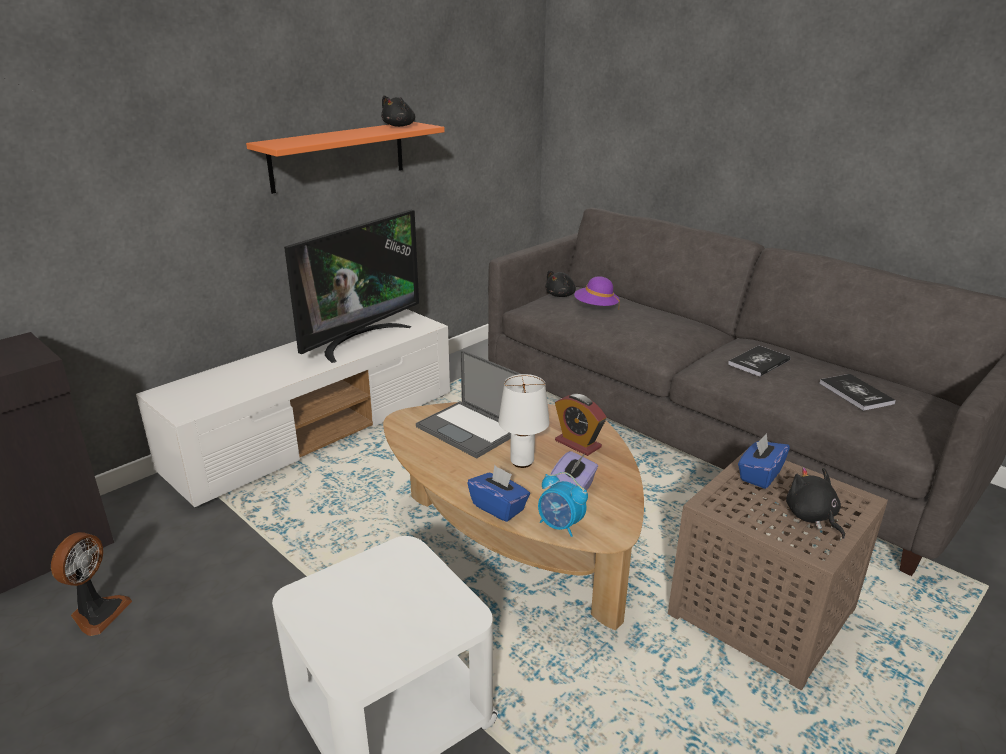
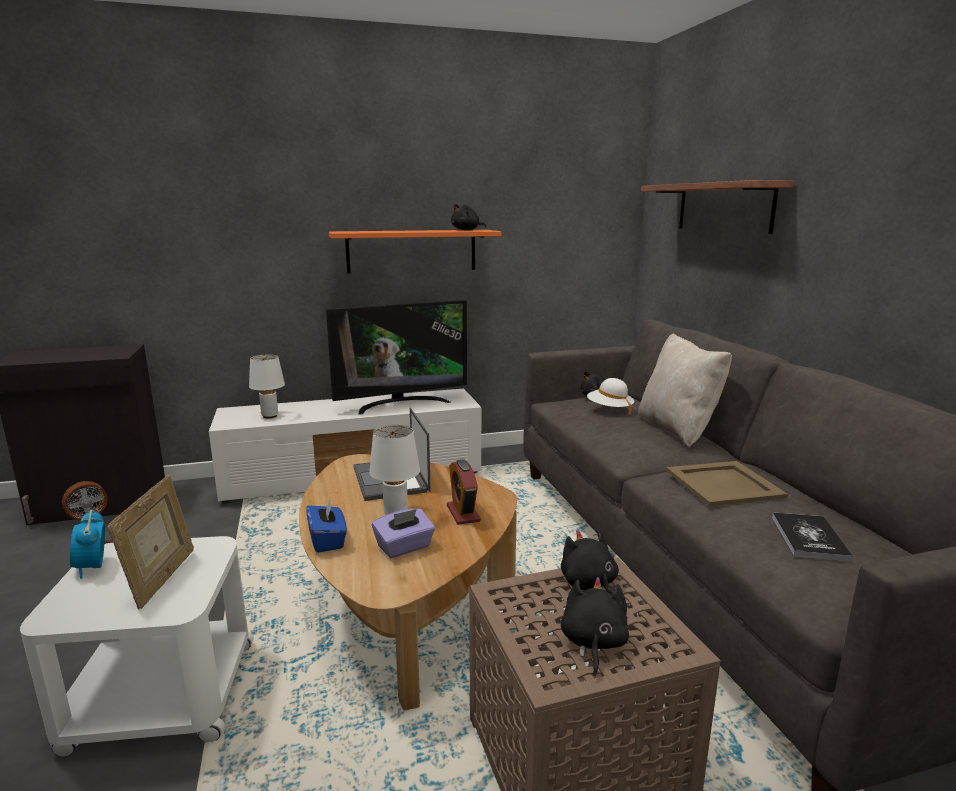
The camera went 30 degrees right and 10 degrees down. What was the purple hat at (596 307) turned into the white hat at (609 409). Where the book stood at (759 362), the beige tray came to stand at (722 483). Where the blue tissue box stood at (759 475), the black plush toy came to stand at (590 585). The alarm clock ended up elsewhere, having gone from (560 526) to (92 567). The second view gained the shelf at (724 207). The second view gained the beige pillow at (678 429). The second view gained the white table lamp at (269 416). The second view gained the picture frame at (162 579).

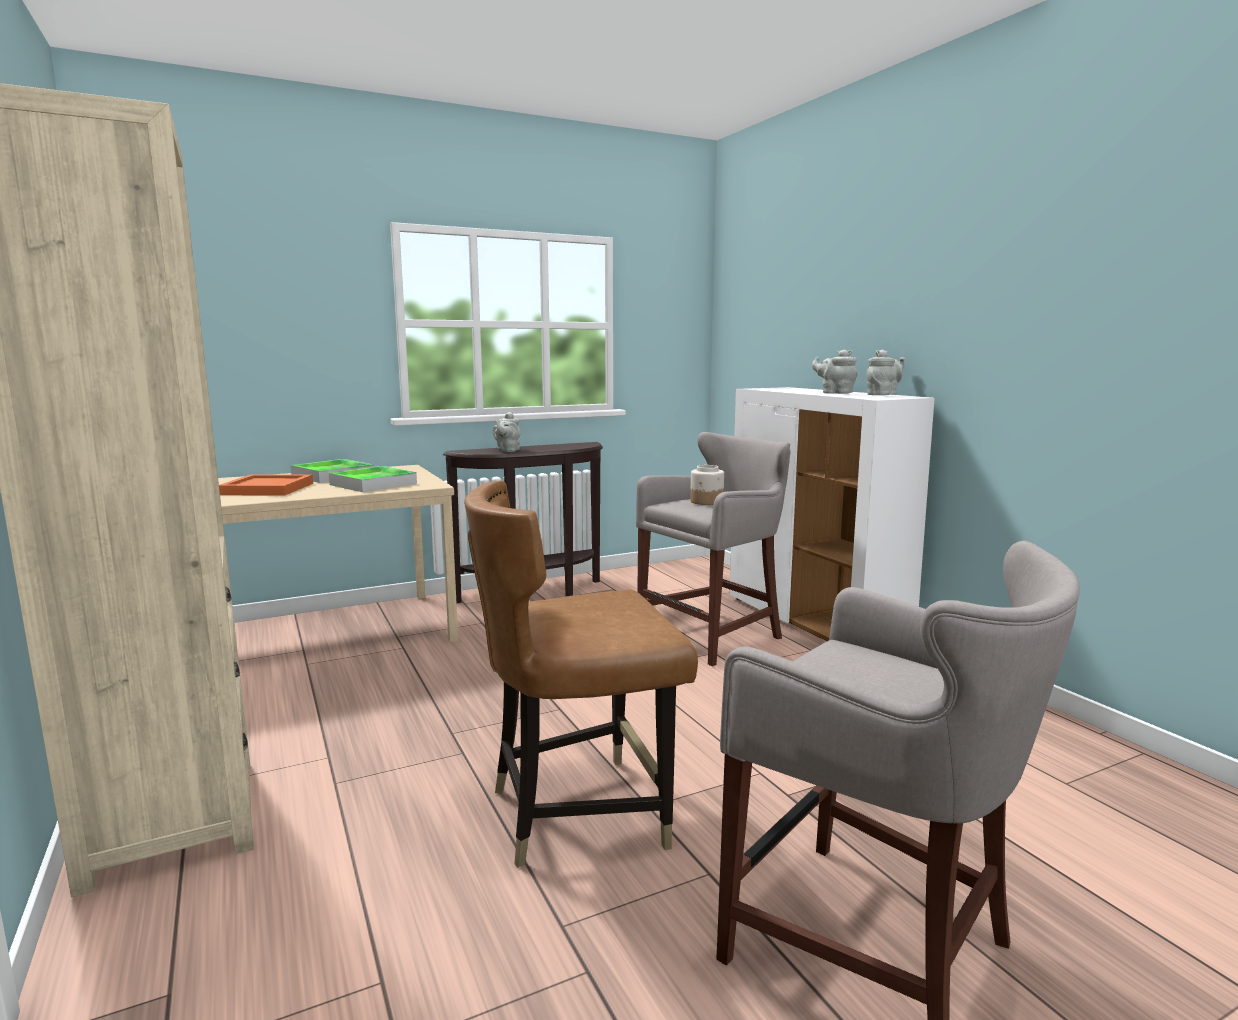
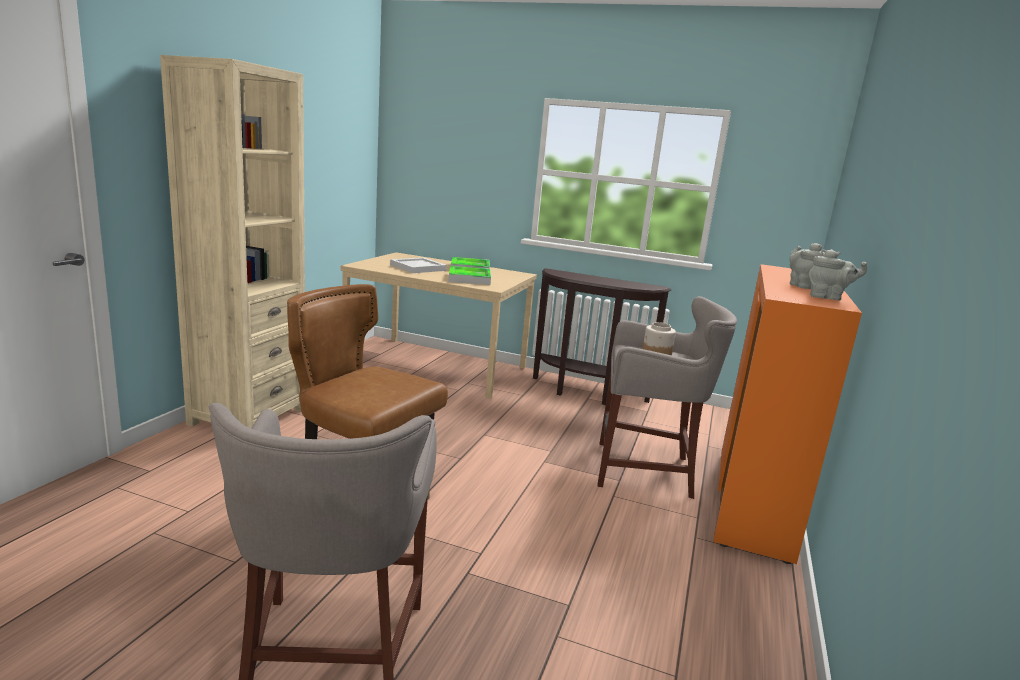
The camera went 45 degrees right and 5 degrees up. What was the white cabinet at (815 622) turned into the orange cabinet at (753 504). The second view lost the grey teapot at (507 450). What was the orange tray at (266 489) turned into the white tray at (418 267).

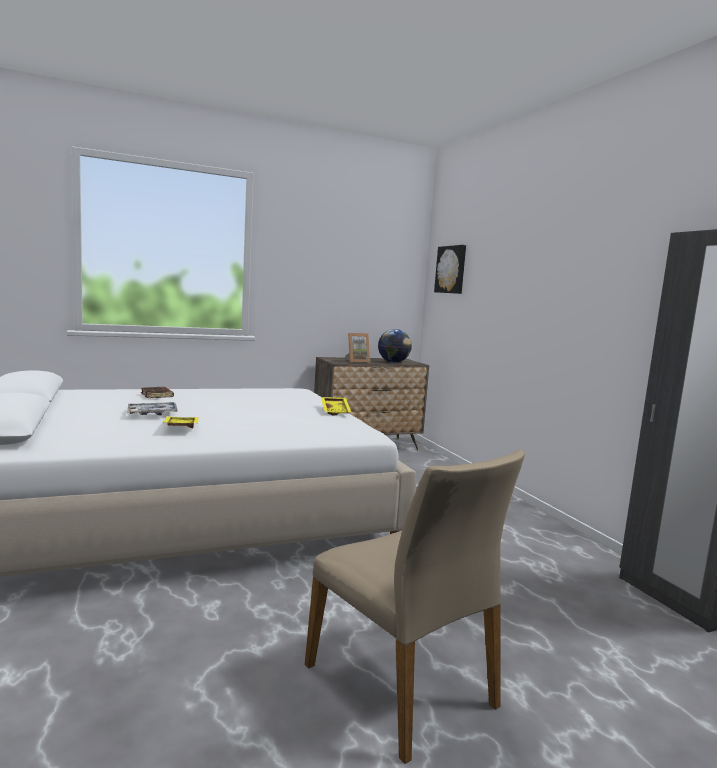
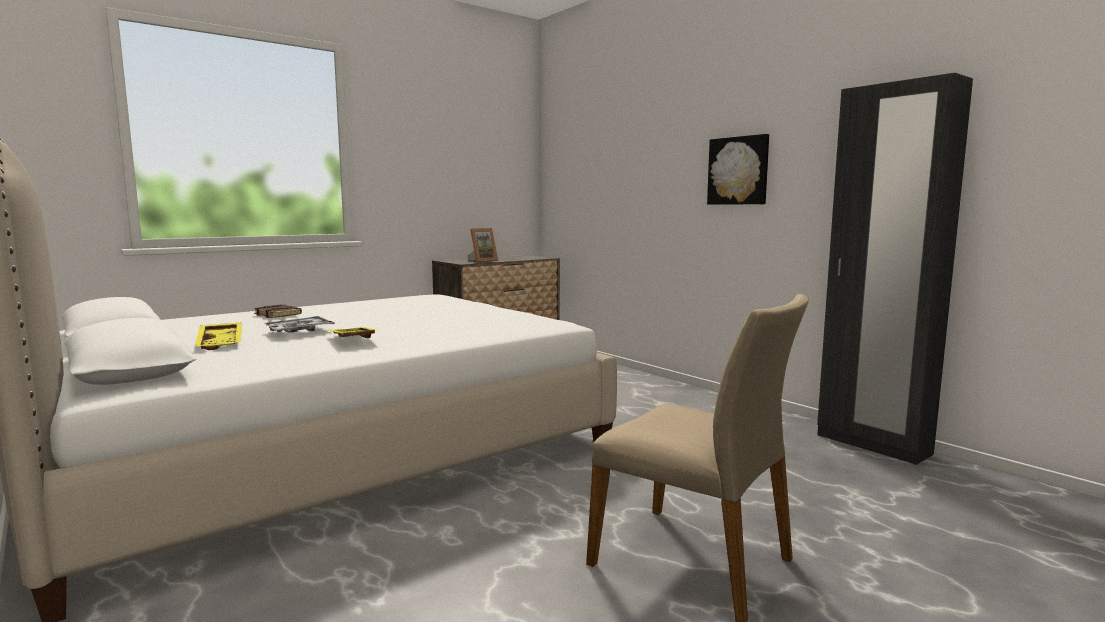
The camera went 15 degrees left and 0 degrees up. The picture ended up elsewhere, having gone from (451 269) to (739 171). The second view lost the globe at (393 362). The yellow tray ended up elsewhere, having gone from (336 411) to (222 343).

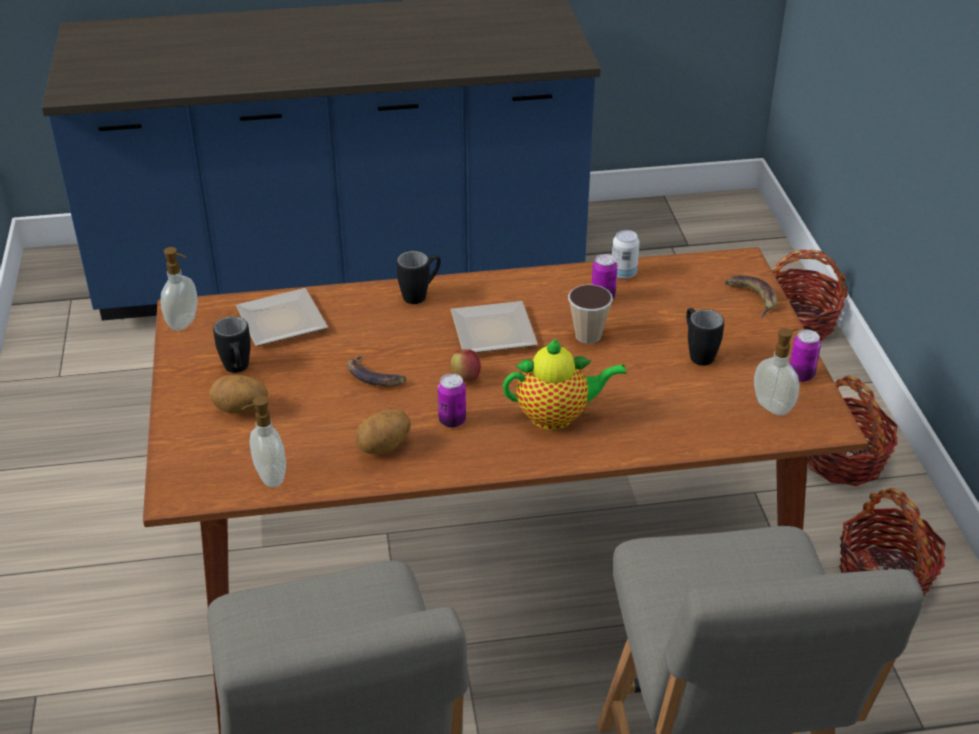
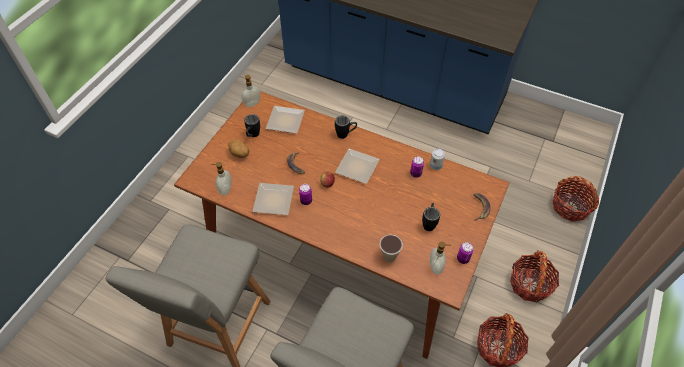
The camera went 35 degrees right and 15 degrees up. The cup ended up elsewhere, having gone from (588 335) to (389 256). The second view lost the teapot at (557 416). Where the potato stood at (384 447), the plate came to stand at (272 199).

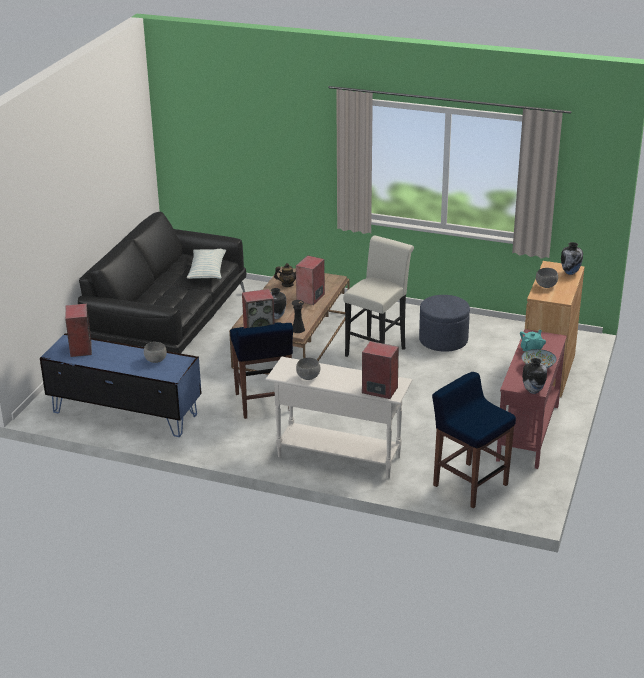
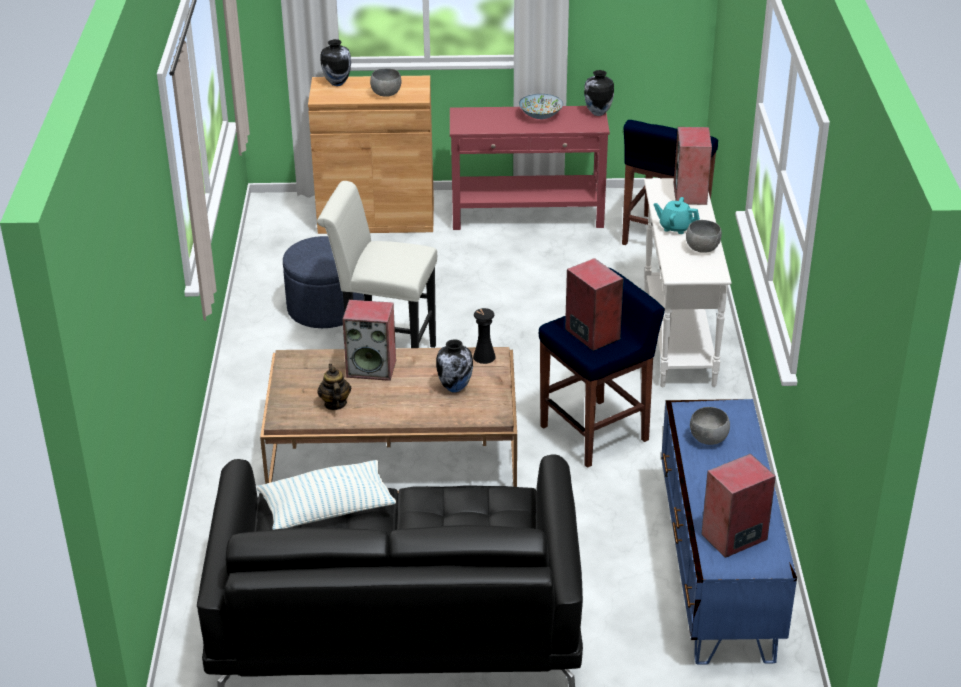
The camera went 110 degrees left and 5 degrees up. The turquoise teapot ended up elsewhere, having gone from (531 349) to (675 227).

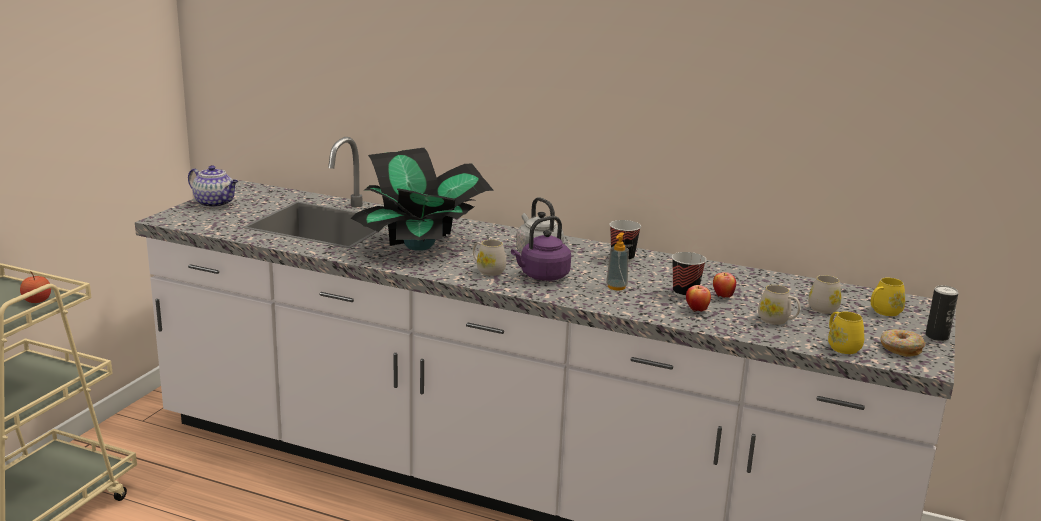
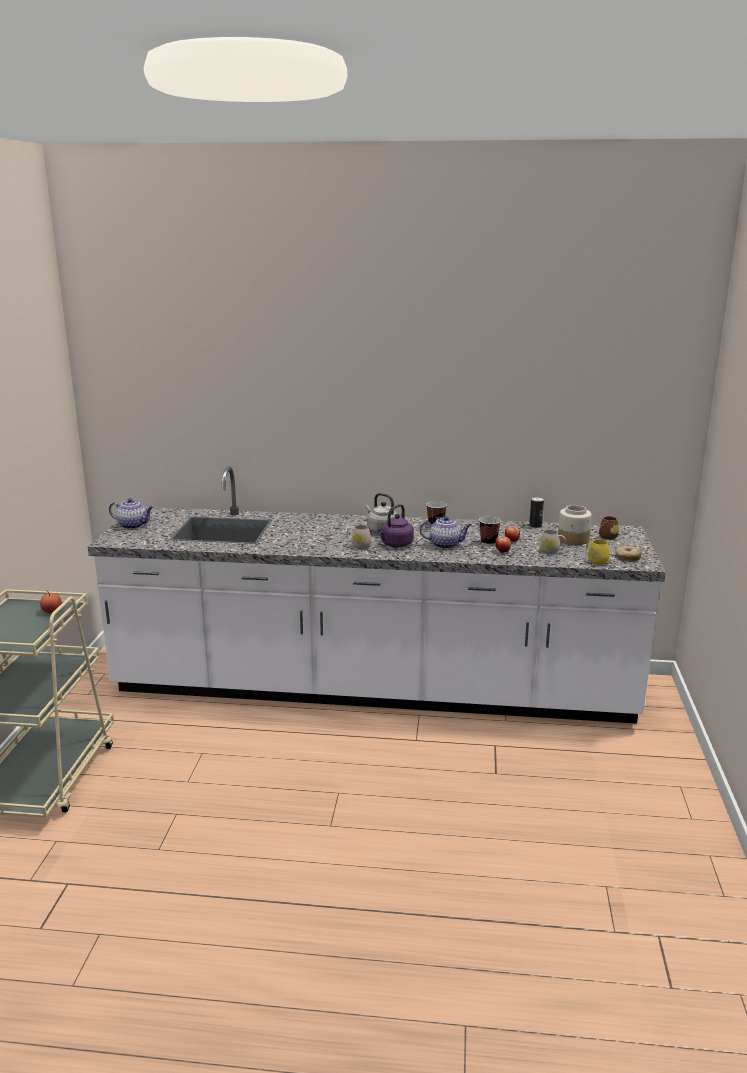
The camera went 15 degrees left and 0 degrees up. The second view lost the potted plant at (420 246). Where the soap dispenser stood at (616 287), the teapot came to stand at (445 544). Where the white mug stood at (825 307), the jar came to stand at (573 539). What was the yellow mug at (883 312) turned into the brown mug at (606 537). The can ended up elsewhere, having gone from (937 336) to (535 525).

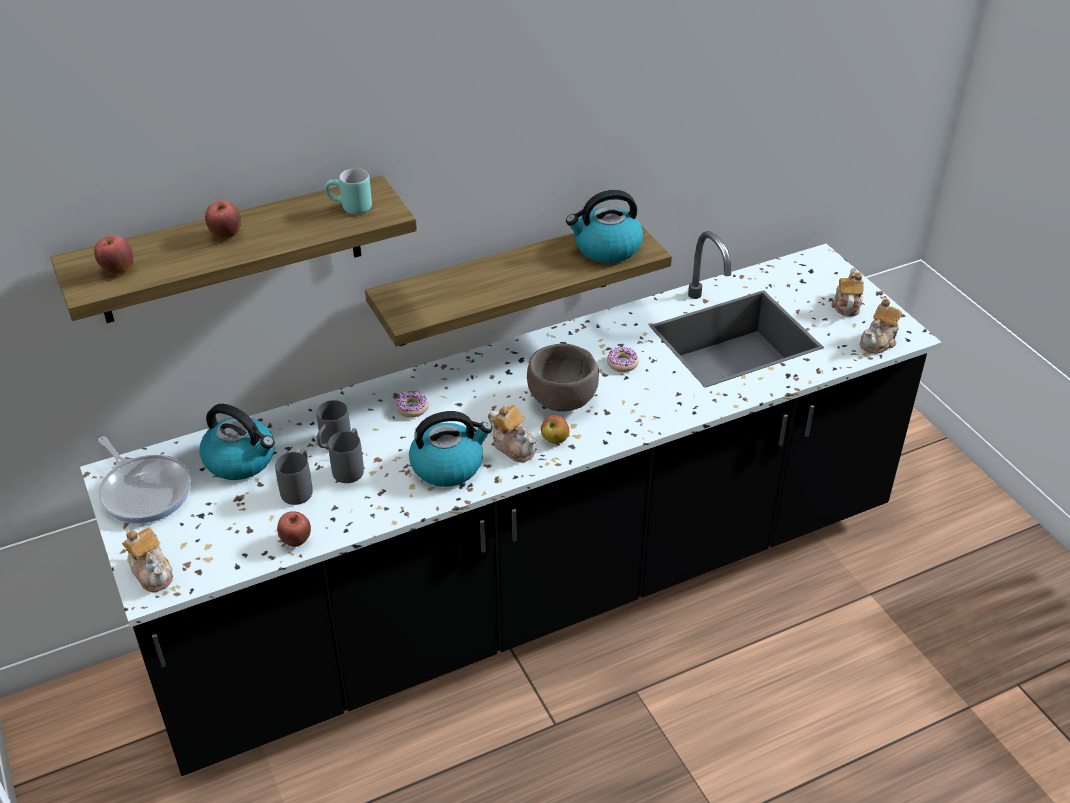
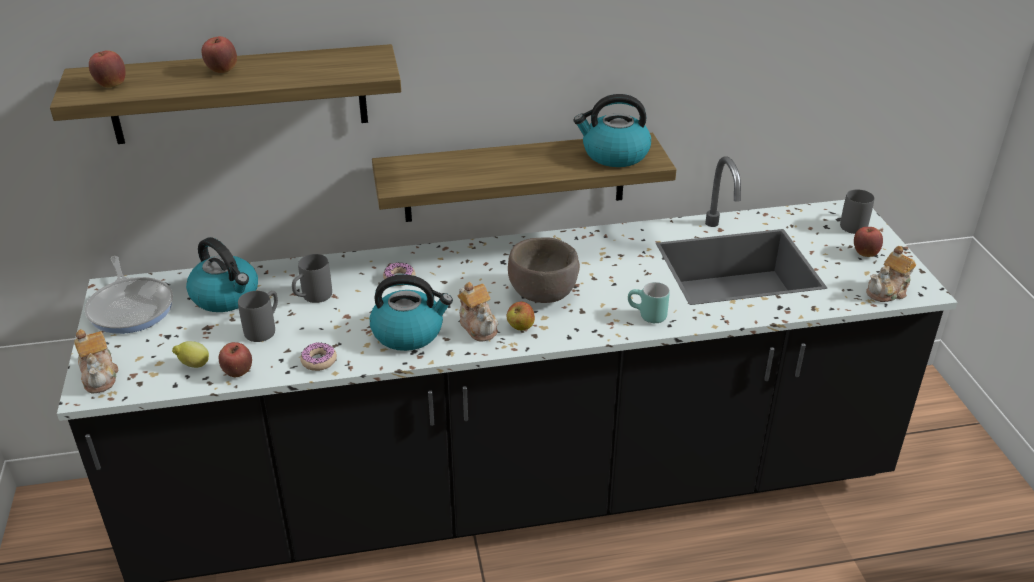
The camera went 15 degrees right and 5 degrees down. The turquoise mug ended up elsewhere, having gone from (350 209) to (646 316). Where the teapot stood at (846 305), the apple came to stand at (865 253). The donut ended up elsewhere, having gone from (622 363) to (319 361). The grey mug ended up elsewhere, having gone from (350 467) to (855 223). The second view gained the lemon at (193 365).

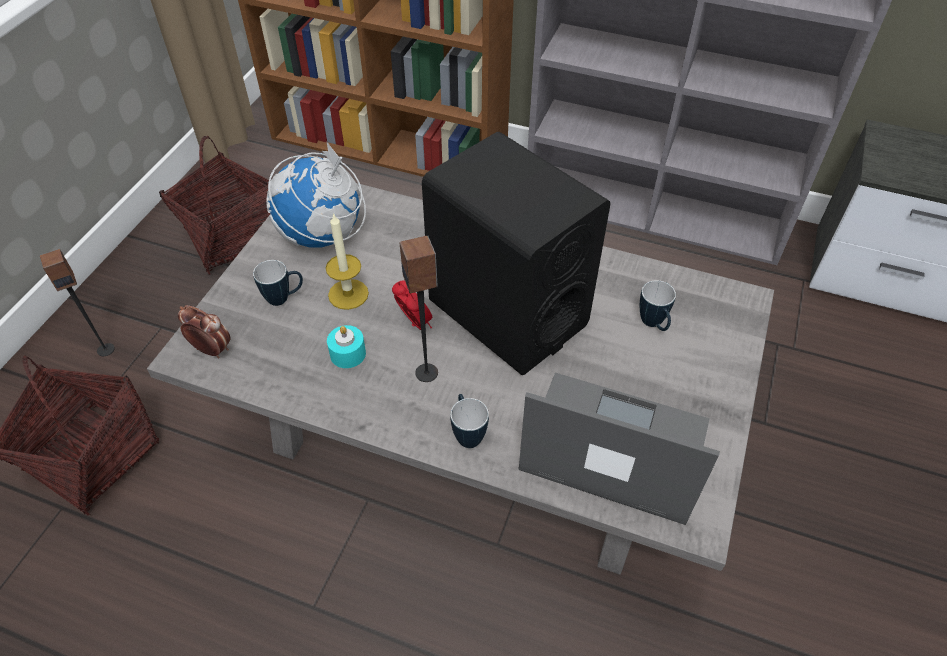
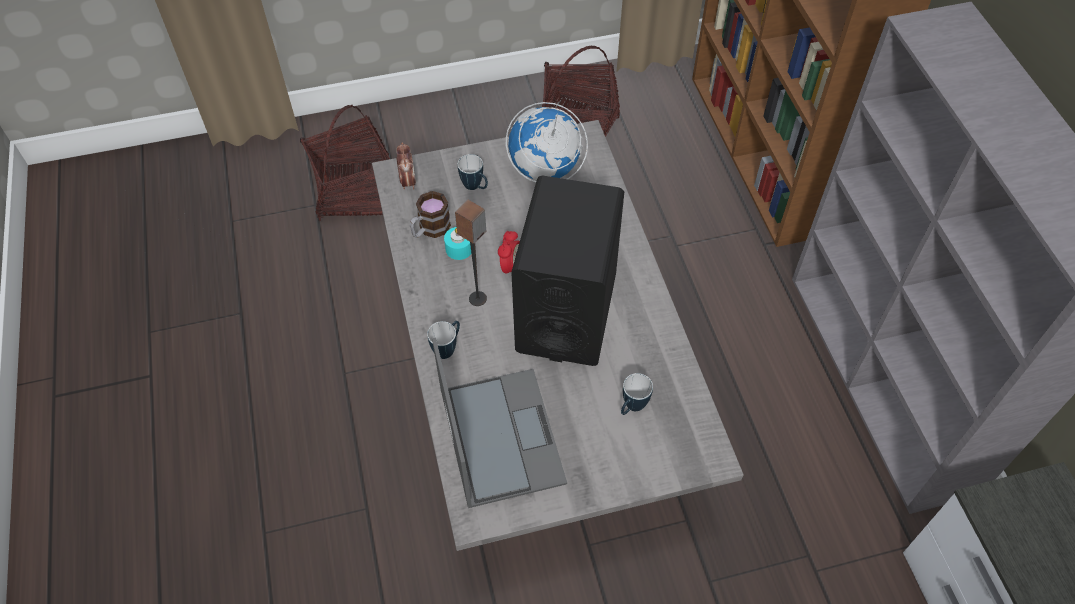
The camera went 55 degrees right and 5 degrees up. The second view lost the candle at (348 294). The second view lost the speaker at (105 349). The second view gained the mug at (430 229).

